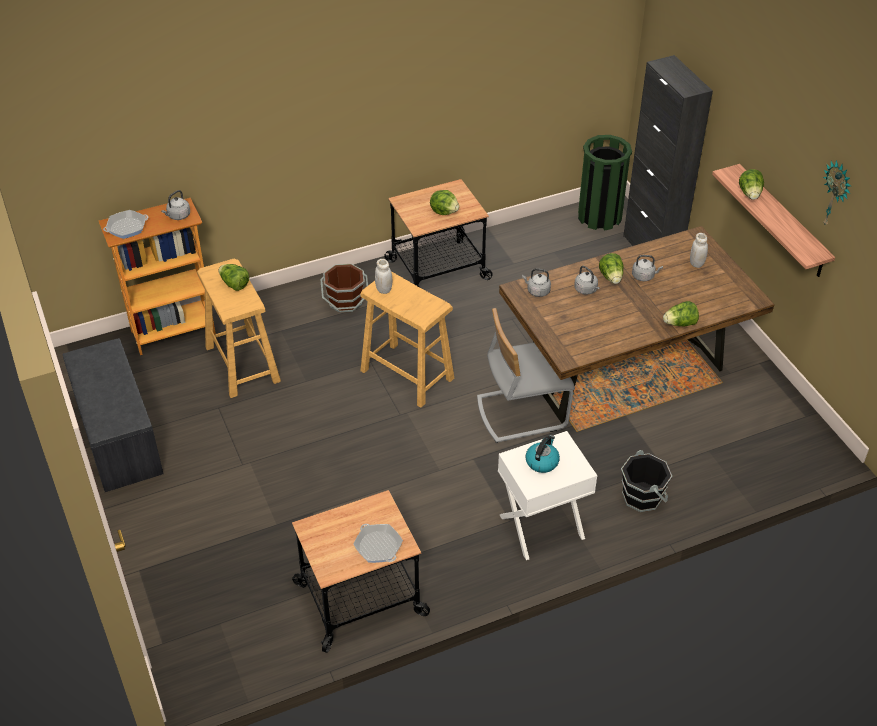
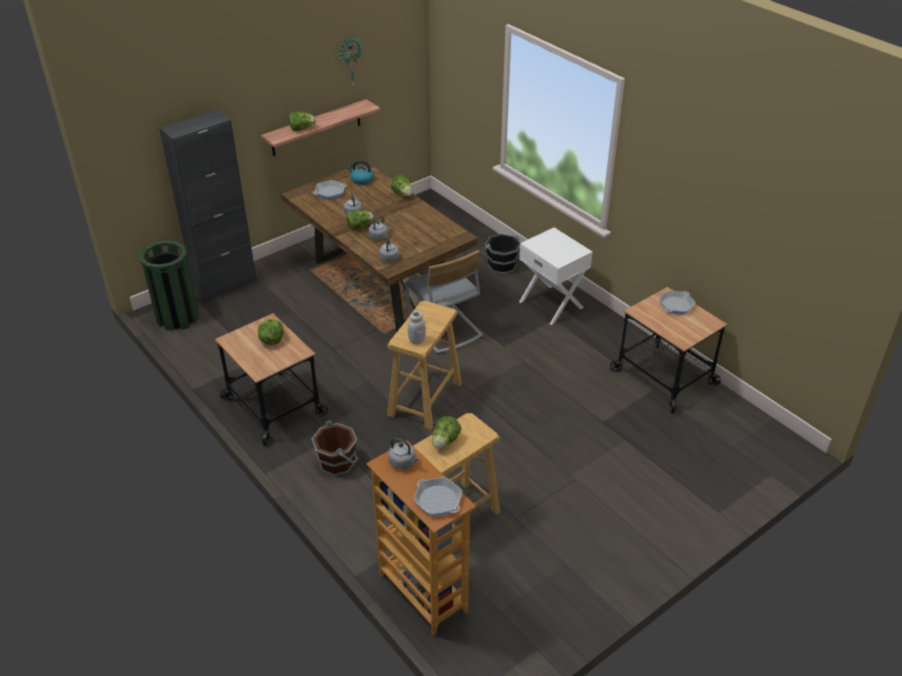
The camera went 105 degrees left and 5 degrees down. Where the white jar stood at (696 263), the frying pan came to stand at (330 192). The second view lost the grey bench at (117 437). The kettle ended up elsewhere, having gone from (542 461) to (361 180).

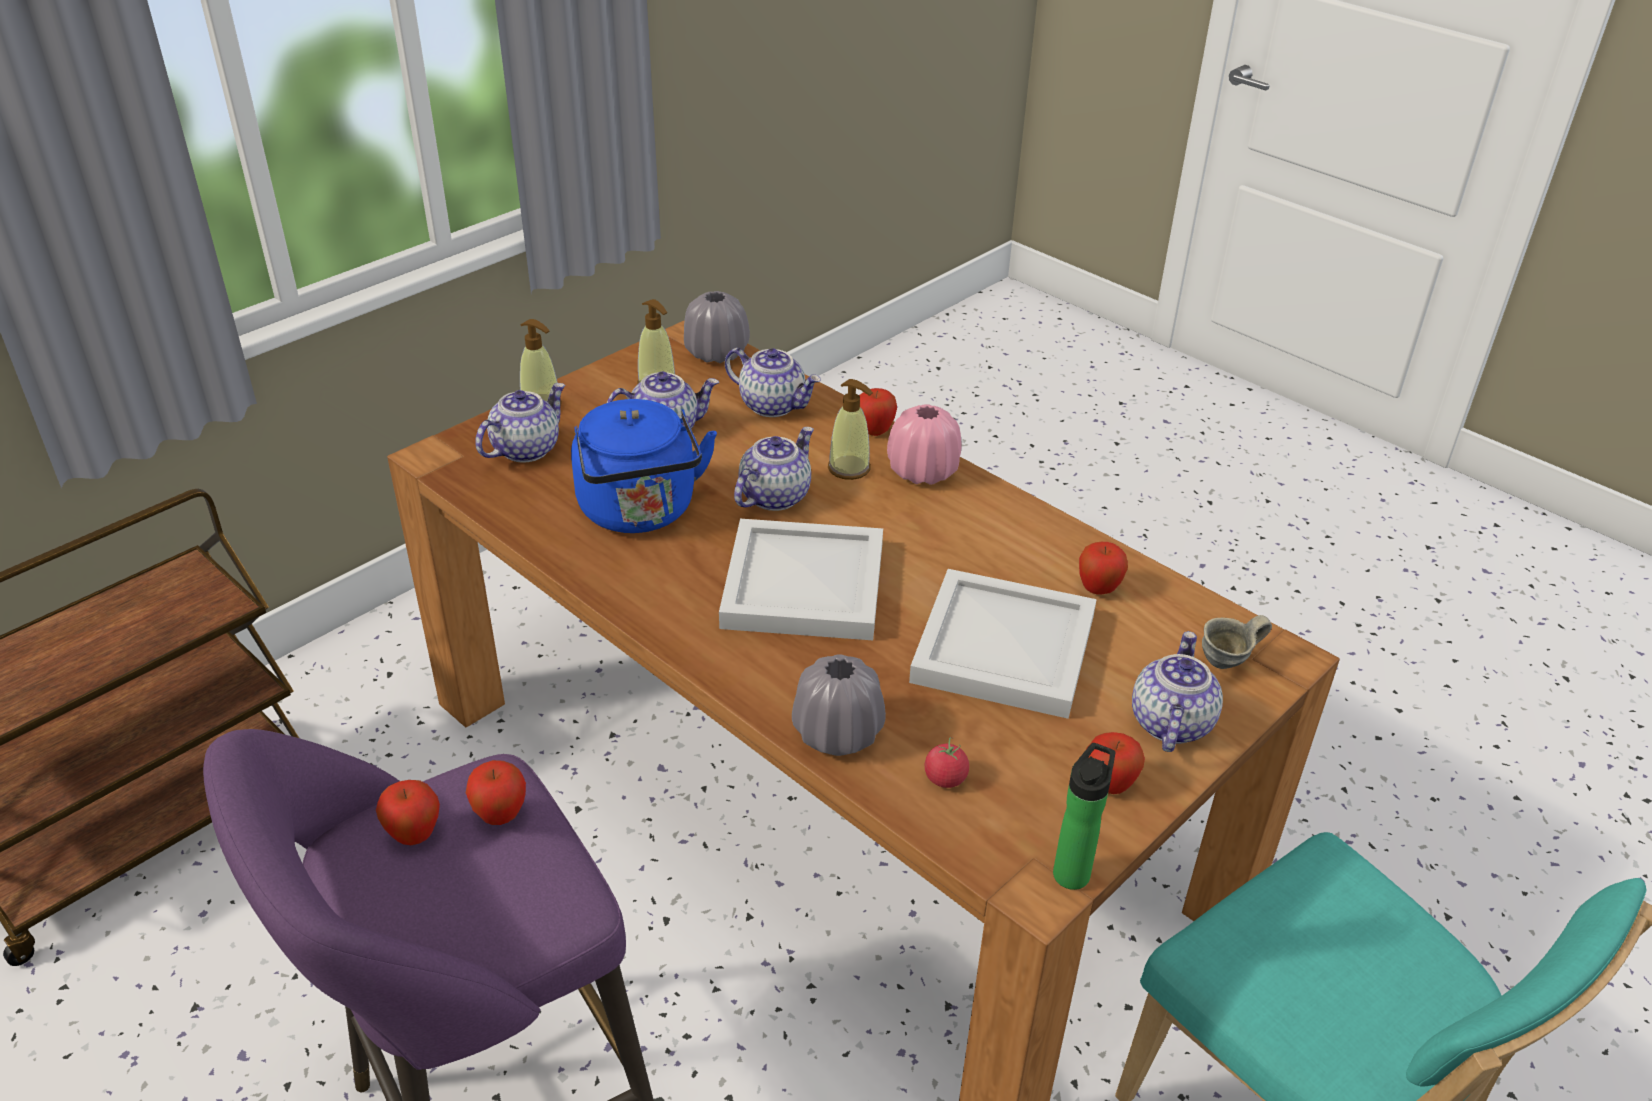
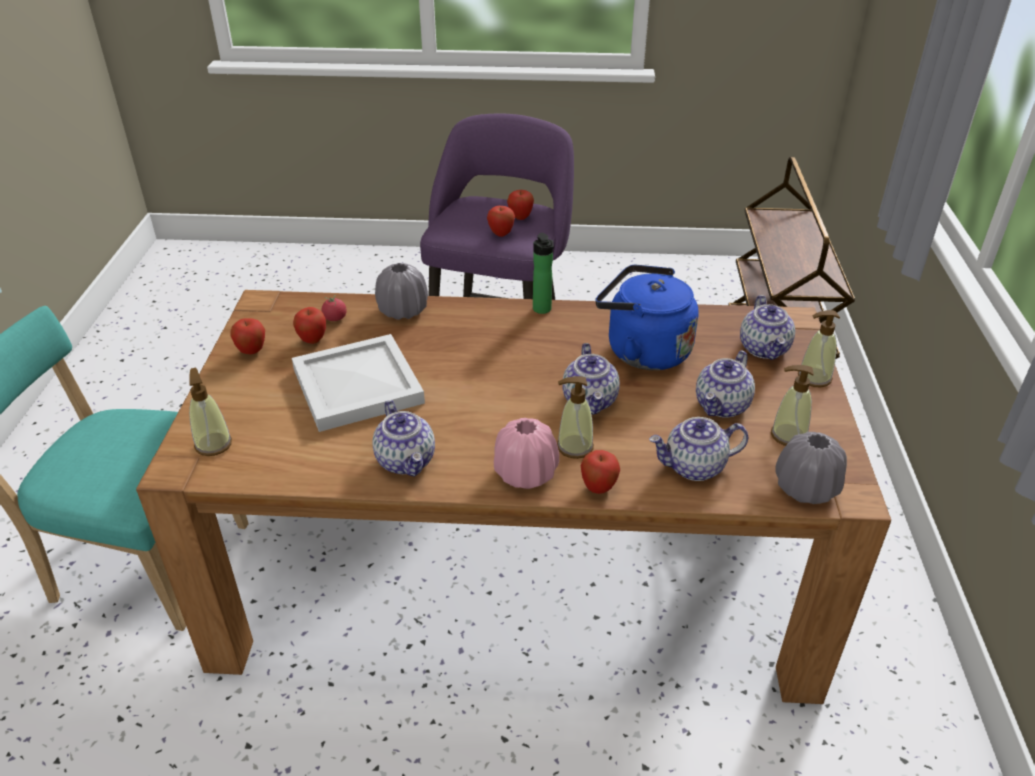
The camera went 140 degrees right and 0 degrees up. The second view lost the white tray at (801 586). The apple ended up elsewhere, having gone from (1098 589) to (312 340). Where the grey mug stood at (1228 664), the soap dispenser came to stand at (213 444). The teapot ended up elsewhere, having gone from (1169 722) to (406 461). The bottle ended up elsewhere, having gone from (1073 871) to (542 310).

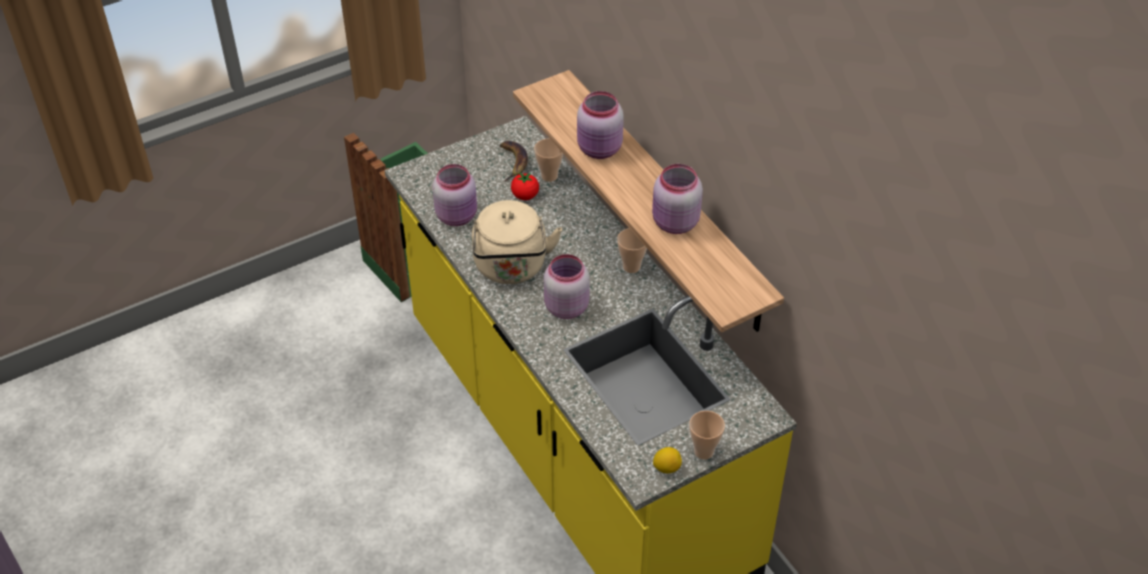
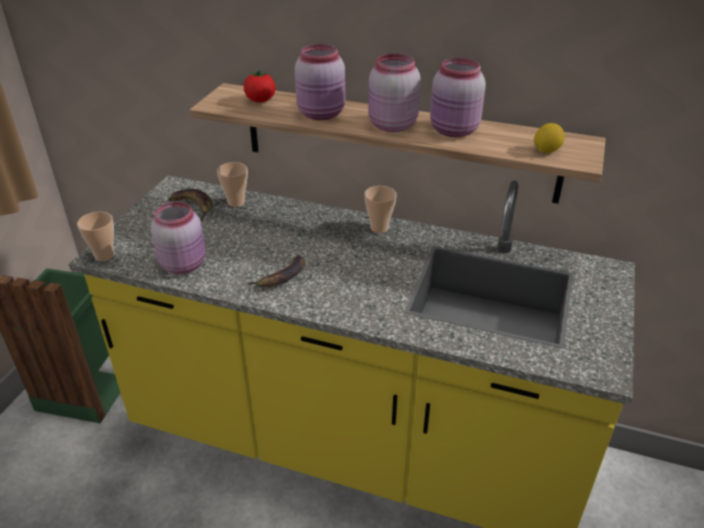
The camera went 40 degrees left and 10 degrees down. The tomato ended up elsewhere, having gone from (525 196) to (260 101). Where the beige kettle stood at (511 268), the banana came to stand at (282 277). The pink jar ended up elsewhere, having gone from (565 307) to (391 125). The cup ended up elsewhere, having gone from (704 451) to (104 256). The lemon ended up elsewhere, having gone from (666 468) to (546 151).

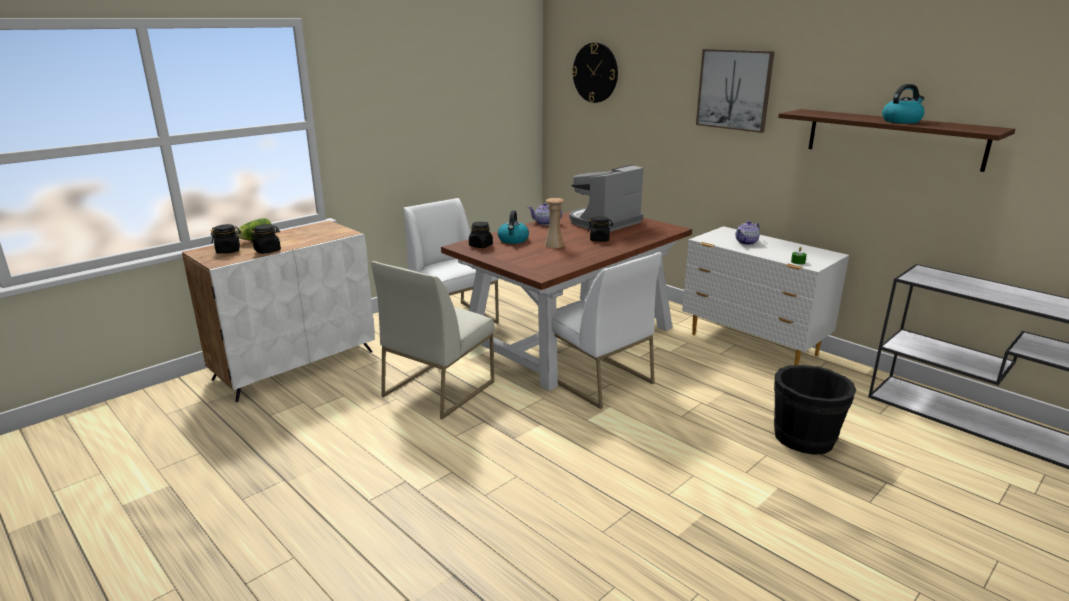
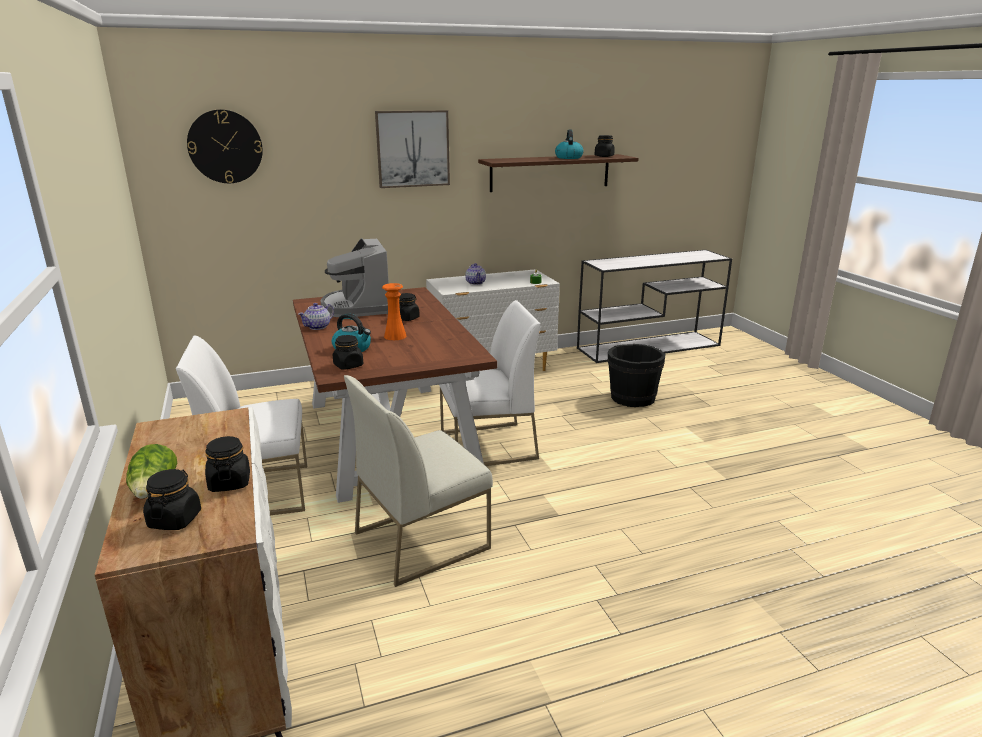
The camera went 65 degrees left and 0 degrees up. What was the beige vase at (554 245) turned into the orange vase at (395 336). The white chair at (438 388) ended up facing another way, 90 degrees clockwise from before. The second view gained the black jar at (604 156).

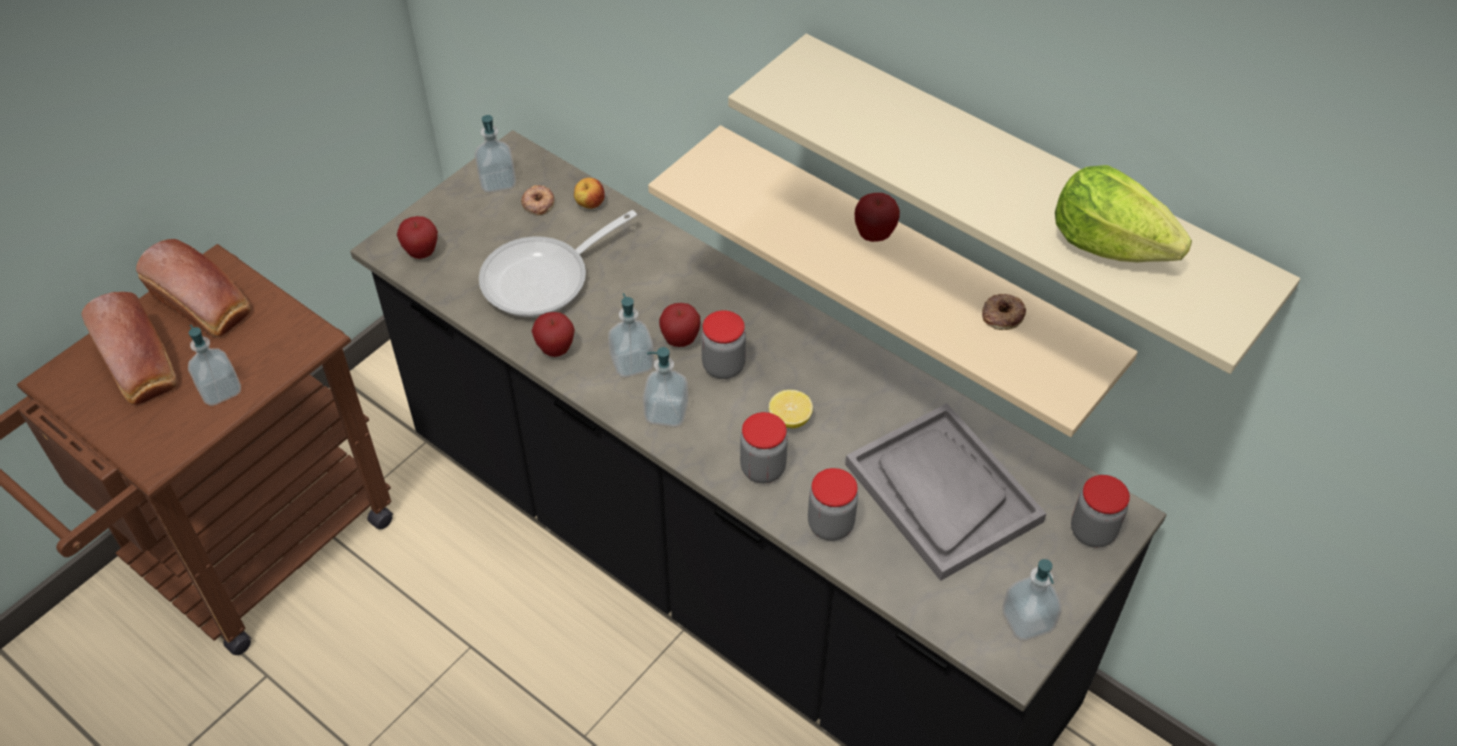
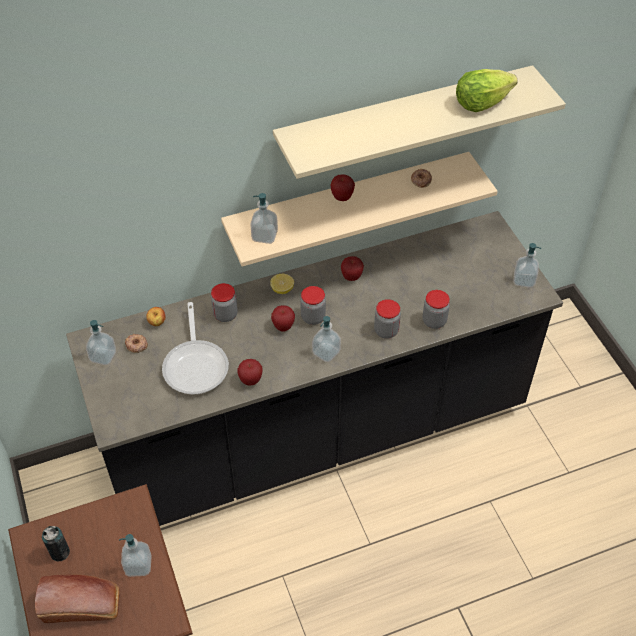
The camera went 60 degrees left and 0 degrees up. The apple ended up elsewhere, having gone from (421 253) to (351 277). Where the bread stood at (204 306), the can came to stand at (60 552). The soap dispenser ended up elsewhere, having gone from (632 363) to (264 236). The lemon ended up elsewhere, having gone from (790 419) to (282 289). The second view lost the grey tray at (942 492). The jar ended up elsewhere, having gone from (1092 531) to (225 314).

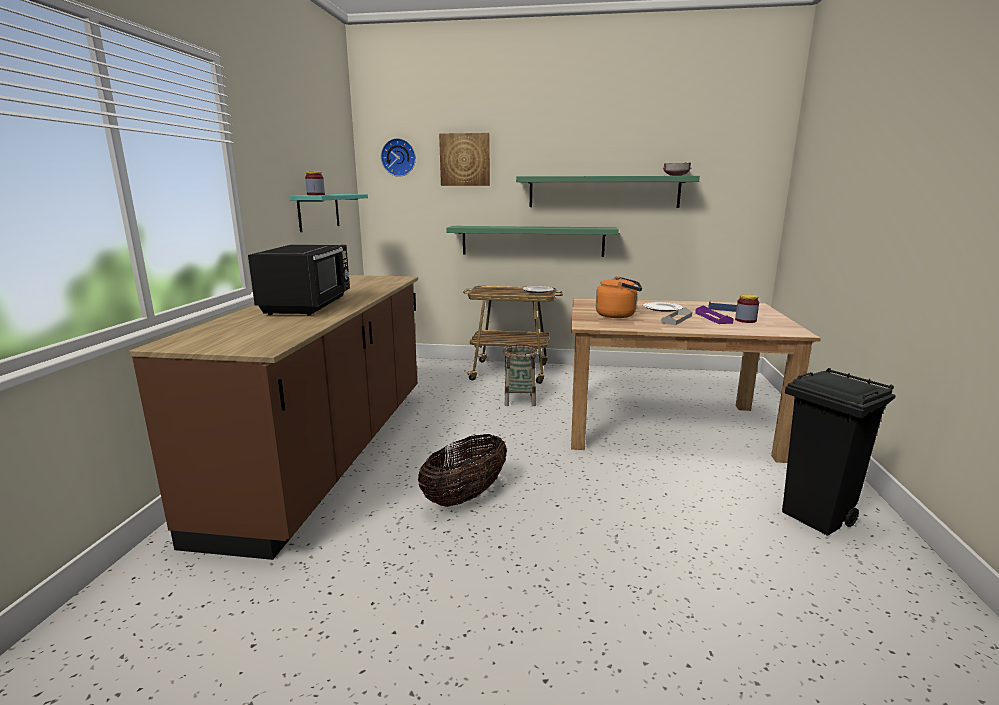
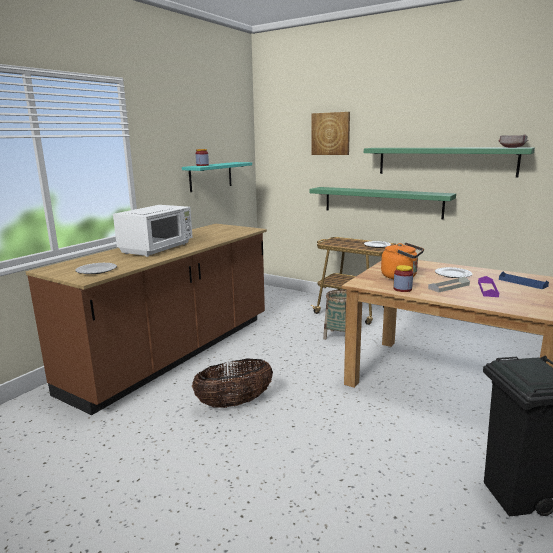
The camera went 25 degrees right and 0 degrees up. The second view lost the wall clock at (399 157). What was the black microwave at (308 305) turned into the white microwave at (158 248). The jar ended up elsewhere, having gone from (745 320) to (402 289). The second view gained the plate at (97 270).

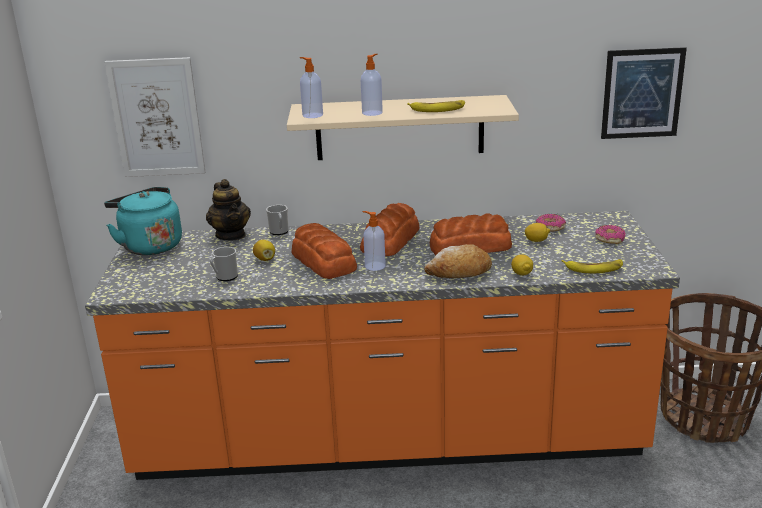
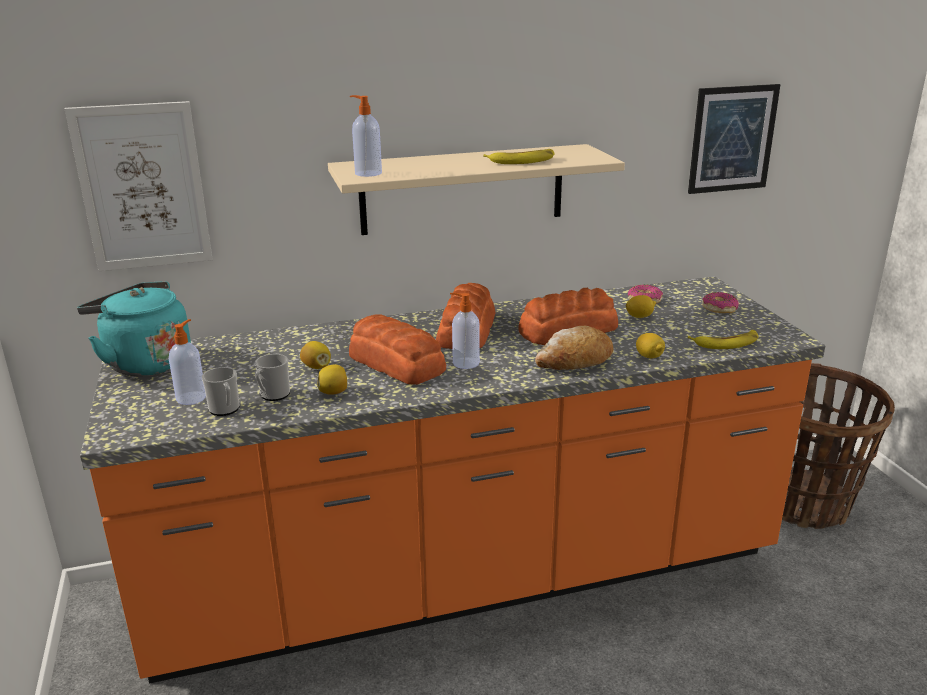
The camera went 15 degrees left and 0 degrees up. The soap dispenser ended up elsewhere, having gone from (372 113) to (192 397). The second view lost the teapot at (231 235). The mug ended up elsewhere, having gone from (279 232) to (225 410). The second view gained the lemon at (334 392).

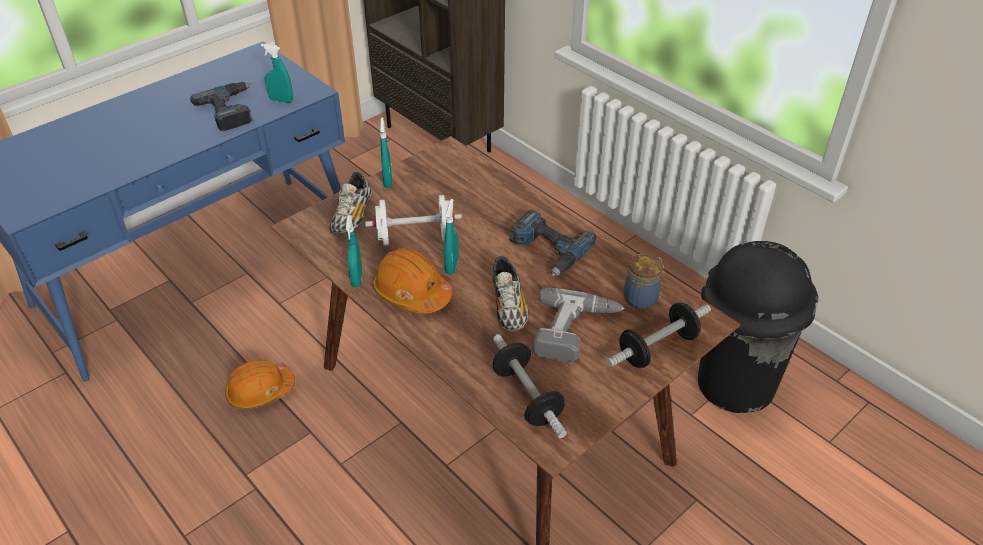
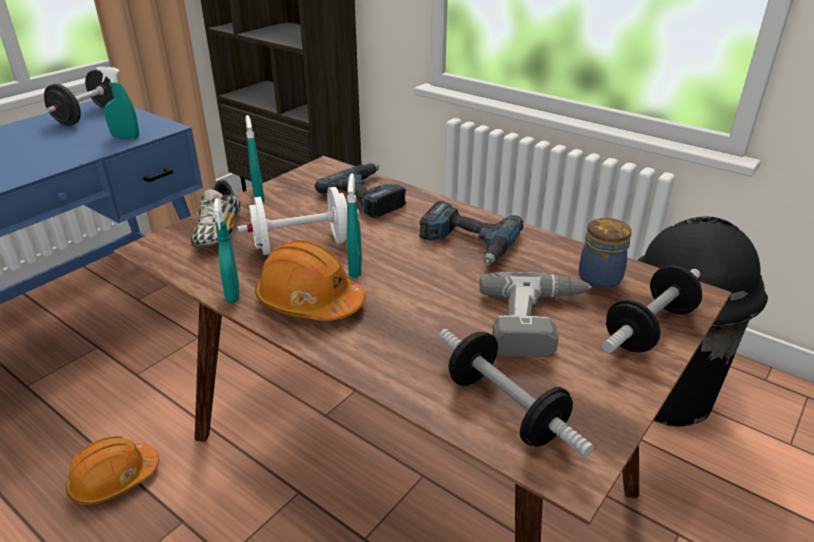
The camera went 10 degrees left and 10 degrees down. The power drill ended up elsewhere, having gone from (231 110) to (369 196). The second view lost the shoe at (509 306). The second view gained the black dumbbell at (88 116).

